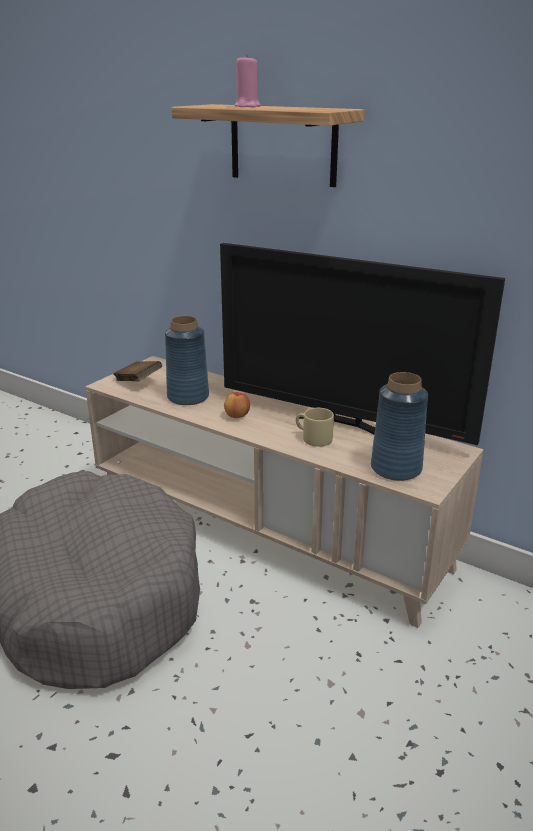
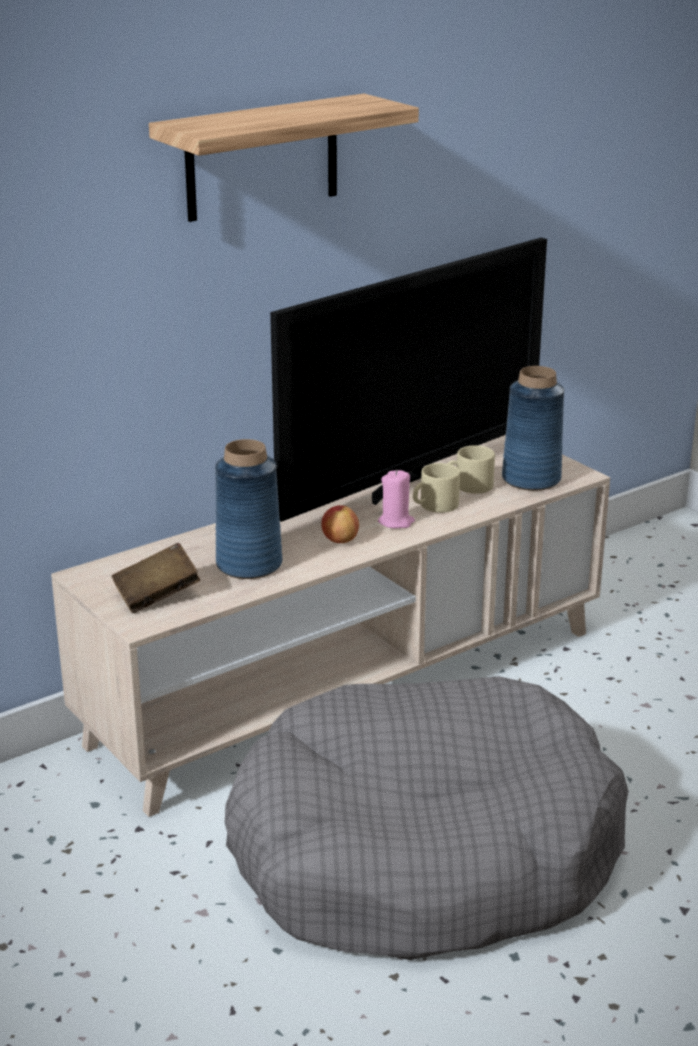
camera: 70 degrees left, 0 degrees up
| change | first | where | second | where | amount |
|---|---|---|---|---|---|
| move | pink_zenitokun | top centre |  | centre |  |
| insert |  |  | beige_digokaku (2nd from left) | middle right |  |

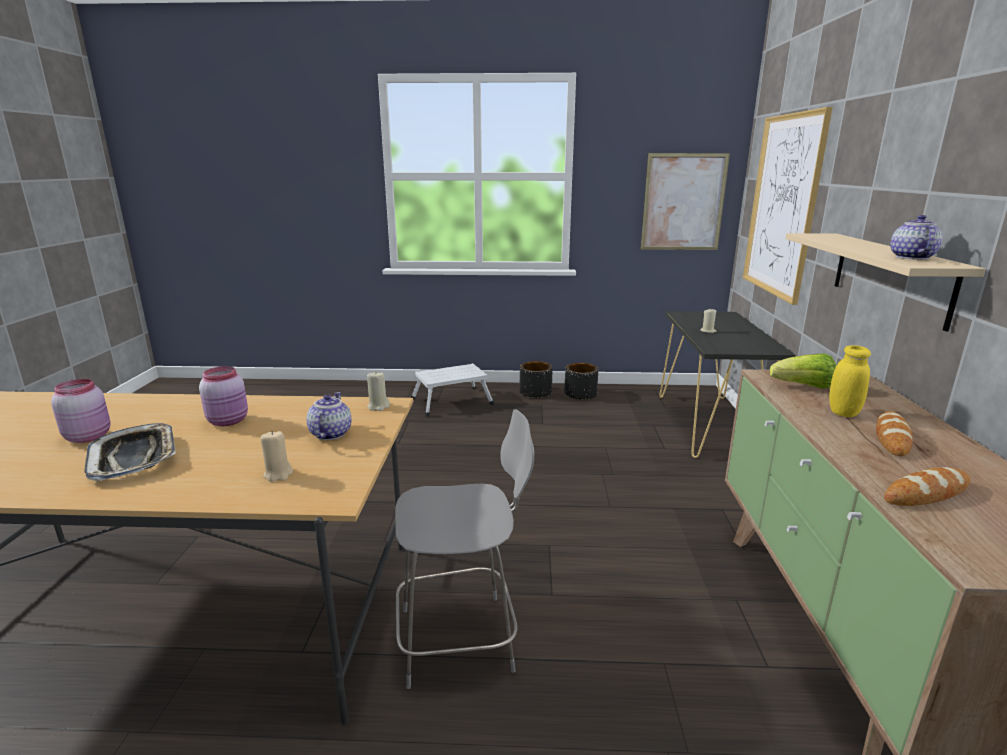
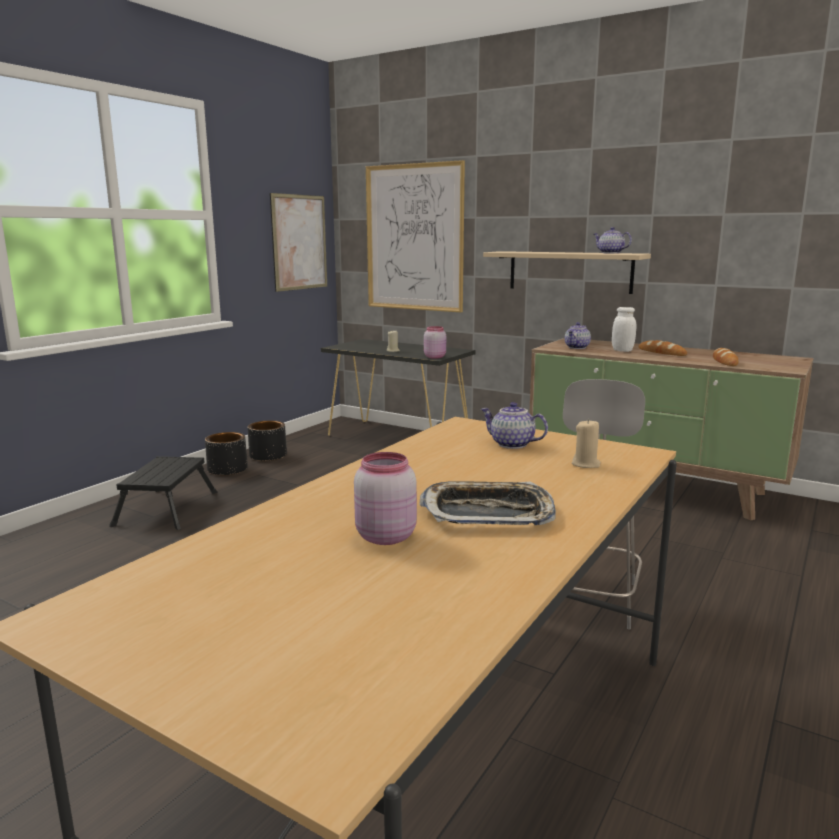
camera: 60 degrees left, 5 degrees down
| change | first | where | second | where | amount |
|---|---|---|---|---|---|
| recolor | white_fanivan | centre | black_fanivan | middle left |  |
| move | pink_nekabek (2nd from left) | middle left |  | centre |  |
| replace | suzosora | middle right | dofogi (2nd from left) | middle right |  |
| recolor | yellow_nekabek | middle right | white_nekabek | middle right |  |
| delete | beige_zenitokun (2nd from left) | centre |  |  |  |

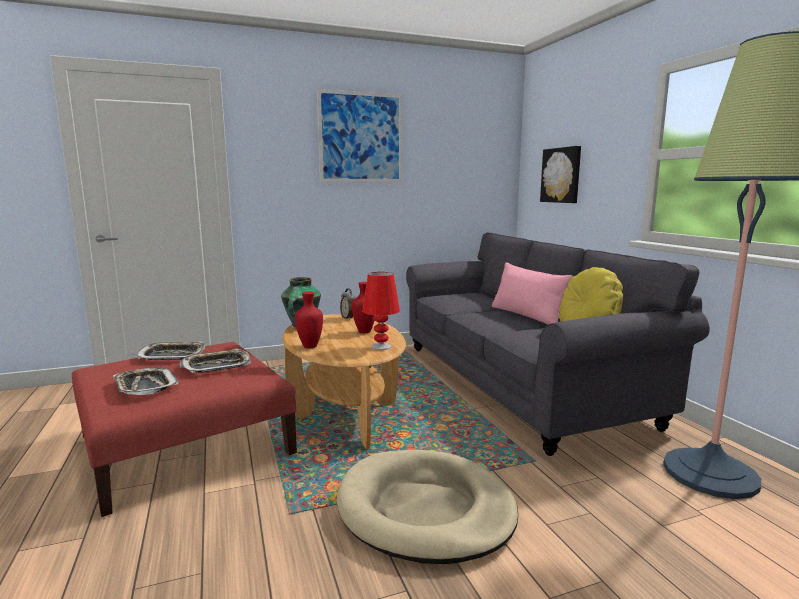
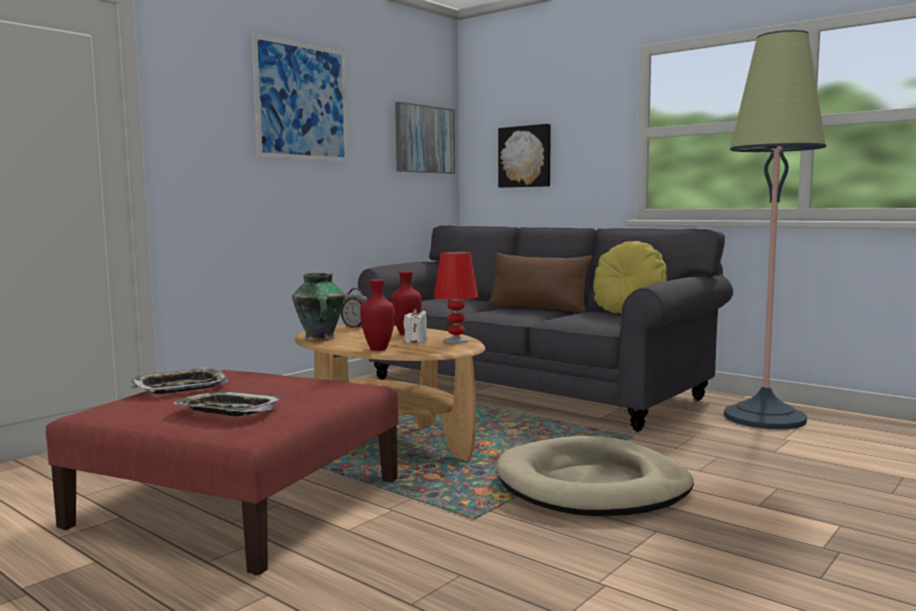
camera: 30 degrees left, 5 degrees down
| change | first | where | second | where | amount |
|---|---|---|---|---|---|
| insert |  |  | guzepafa (2nd from left) | top centre |  |
| insert |  |  | white_zenitokun | centre |  |
| recolor | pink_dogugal | centre | brown_dogugal | centre |  |
| delete | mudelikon (3rd from left) | middle left |  |  |  |

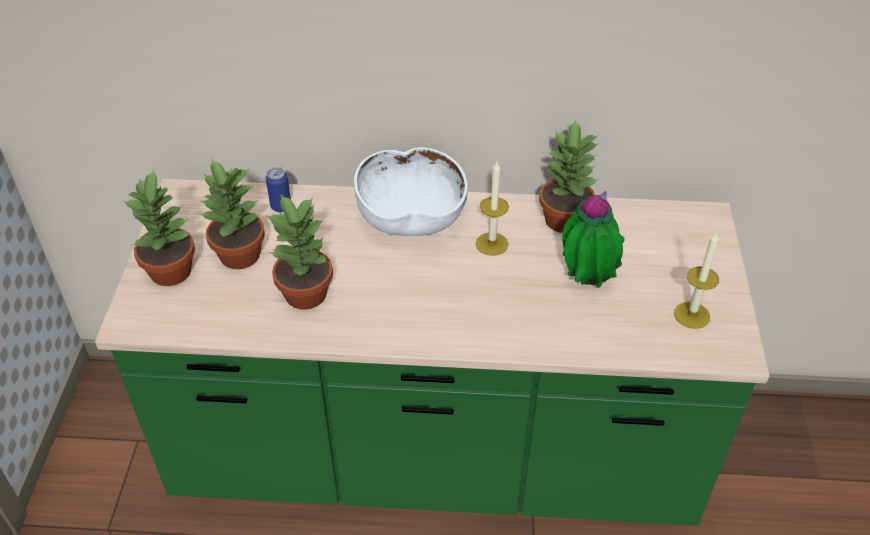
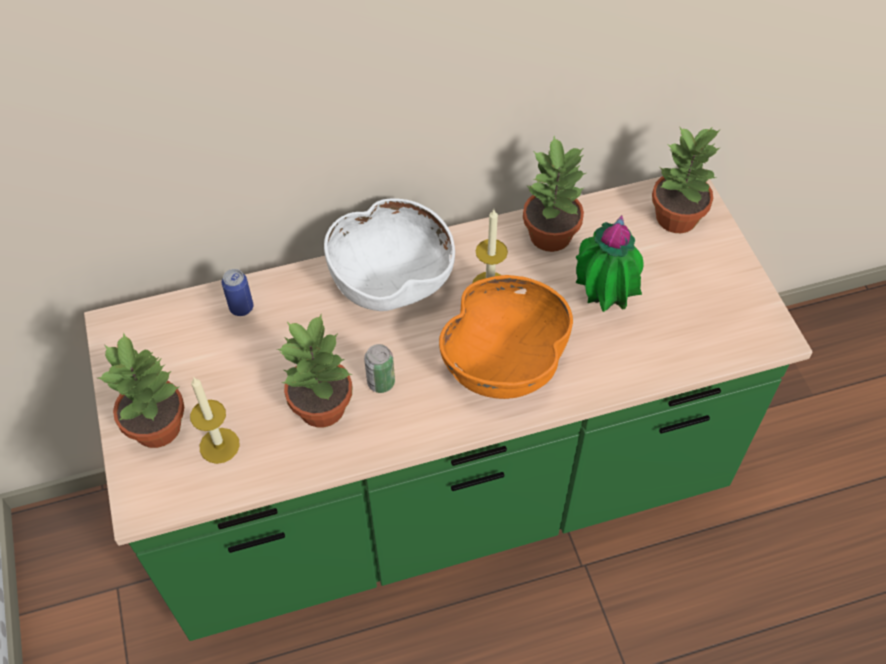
camera: 20 degrees left, 10 degrees up
| change | first | where | second | where | amount |
|---|---|---|---|---|---|
| move | zenitokun (2nd from left in the first image) | middle right | zenitokun (1st from left) | middle left |  |
| insert |  |  | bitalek (2nd from left) | centre |  |
| insert |  |  | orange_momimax | centre |  |
| move | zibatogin (2nd from left in the first image) | middle left | zibatogin (5th from left) | top right |  |

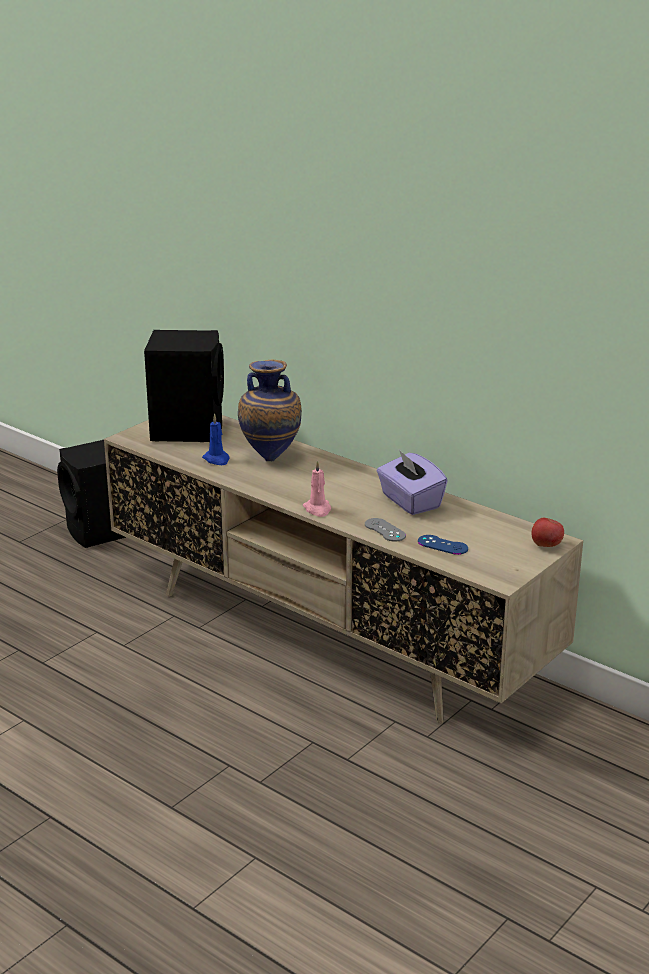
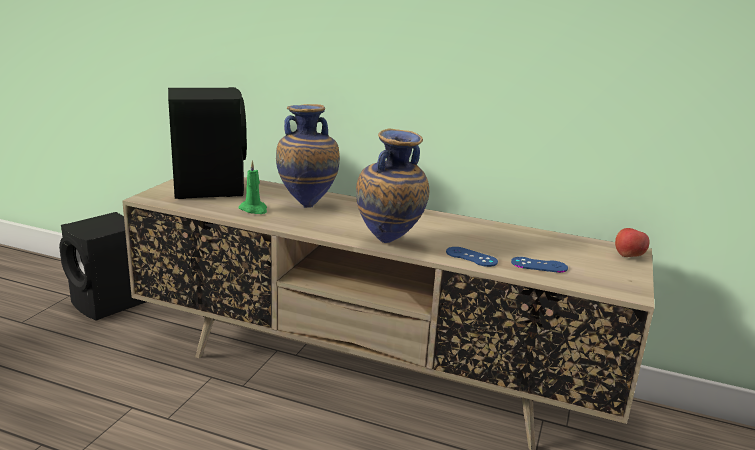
camera: 20 degrees left, 5 degrees down
| change | first | where | second | where | amount |
|---|---|---|---|---|---|
| recolor | blue_zenitokun | middle left | green_zenitokun | centre |  |
| replace | pink_zenitokun | centre | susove (2nd from left) | centre |  |
| recolor | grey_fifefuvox | centre | blue_fifefuvox (1st from left) | centre |  |
| delete | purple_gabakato | centre |  |  |  |

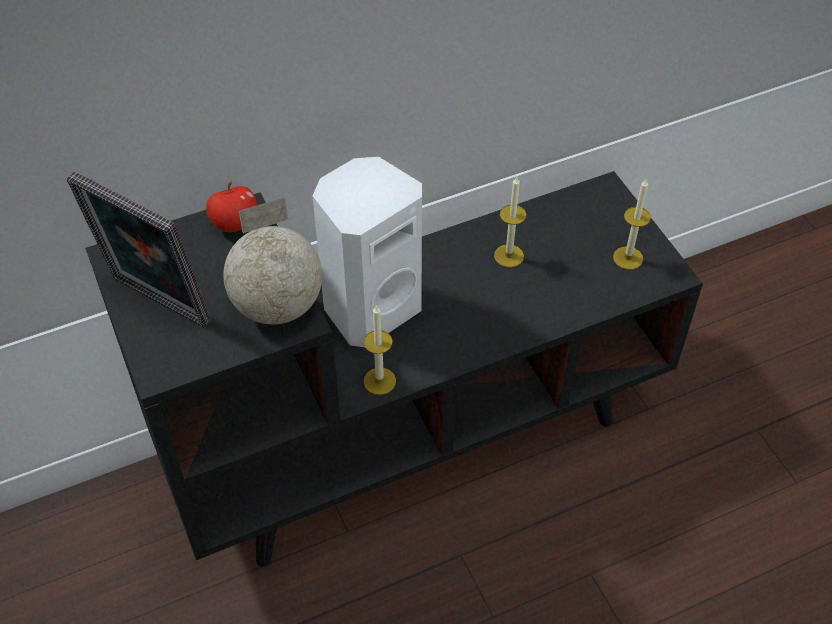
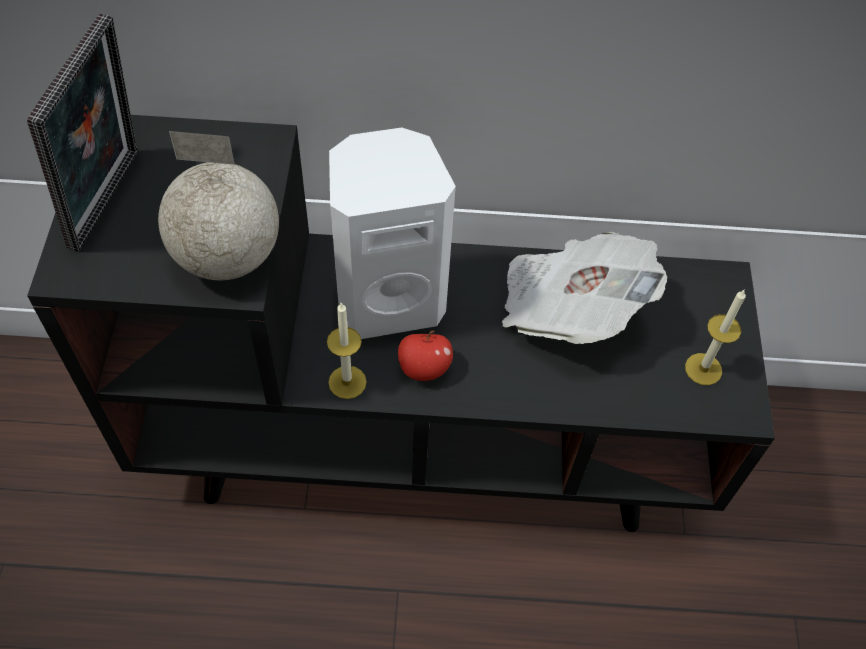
camera: 25 degrees right, 5 degrees up
| change | first | where | second | where | amount |
|---|---|---|---|---|---|
| rotate | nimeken | middle left |  | top left | 135 degrees counterclockwise |
| move | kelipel | top left |  | centre |  |
| replace | zenitokun (2nd from left) | centre | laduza | middle right |  |

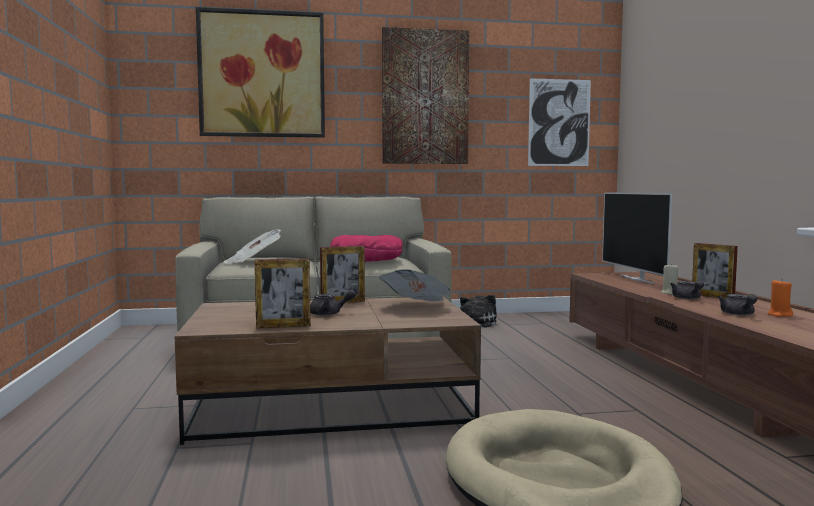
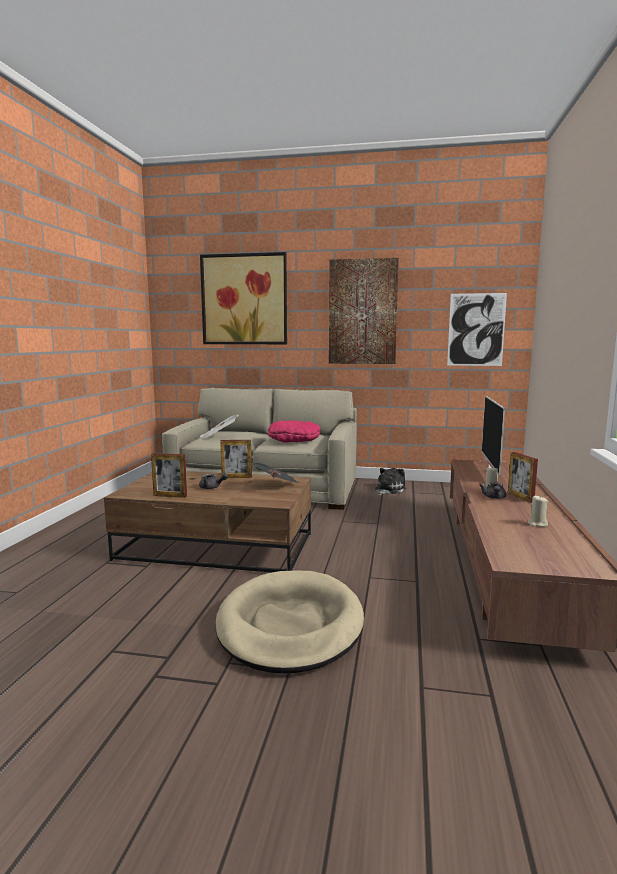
camera: 20 degrees right, 5 degrees up
| change | first | where | second | where | amount |
|---|---|---|---|---|---|
| recolor | orange_zenitokun | middle right | beige_zenitokun (2nd from left) | middle right |  |
| delete | grey_dofogi (3rd from left) | middle right |  |  |  |

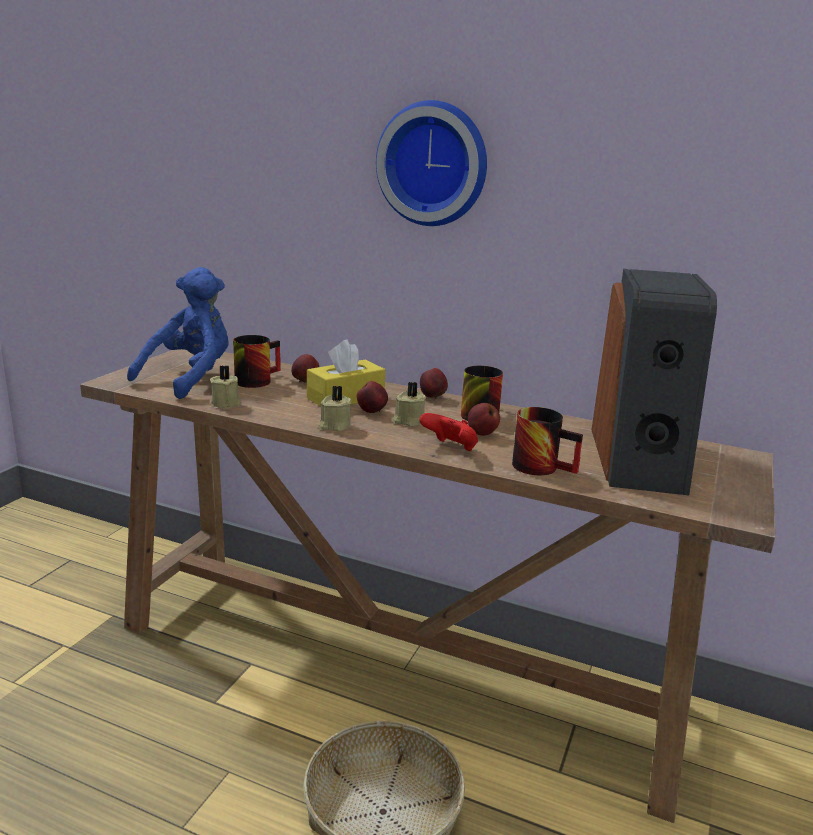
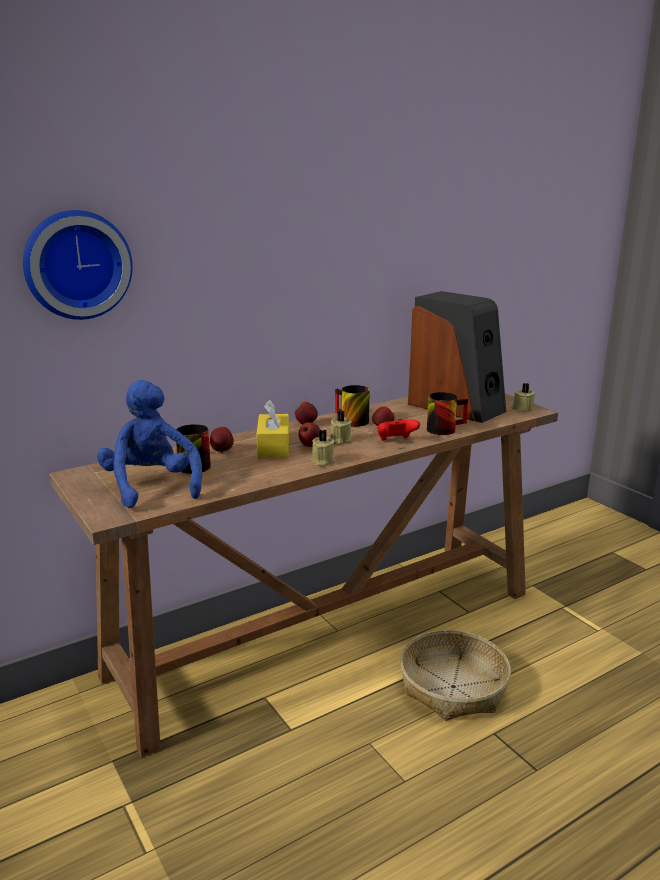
camera: 55 degrees left, 0 degrees up
| change | first | where | second | where | amount |
|---|---|---|---|---|---|
| move | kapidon | top centre |  | top left |  |
| move | beige_zenitokun (1st from left in the first image) | middle left | beige_zenitokun (3rd from left) | middle right |  |

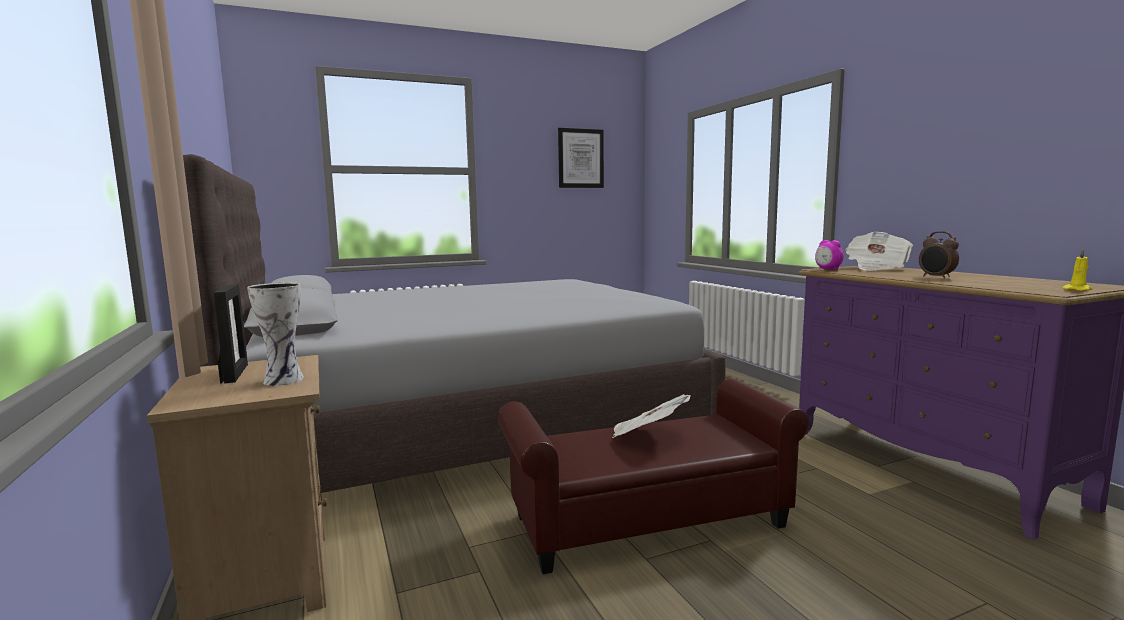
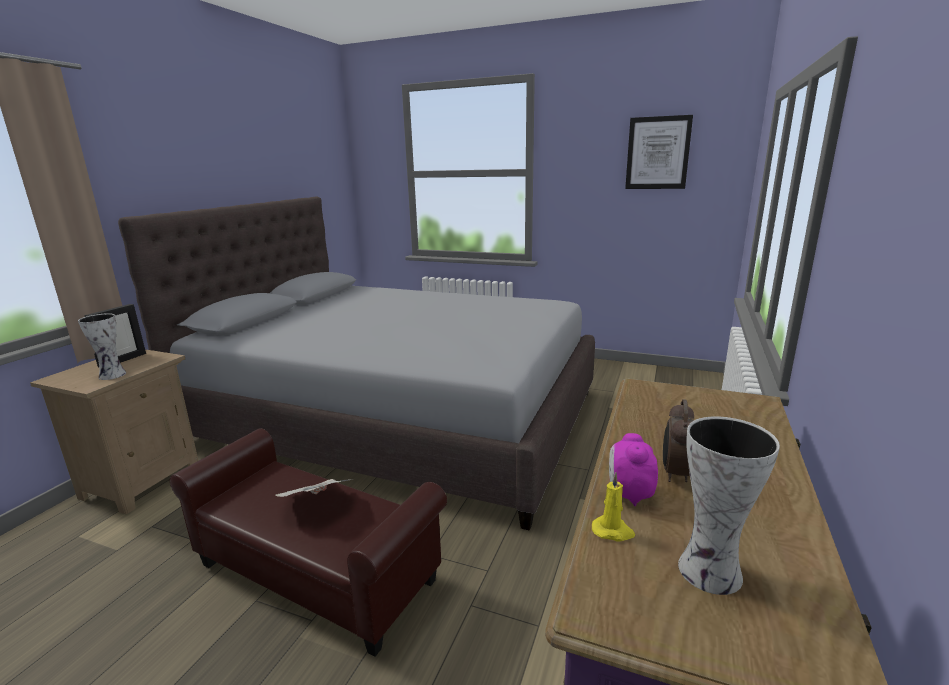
camera: 45 degrees right, 10 degrees up
| change | first | where | second | where | amount |
|---|---|---|---|---|---|
| move | yellow_zenitokun | middle right |  | bottom centre |  |
| move | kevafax (1st from left) | middle right |  | bottom right |  |
| insert |  |  | susove (2nd from left) | bottom right |  |
| delete | laduza (2nd from left) | middle right |  |  |  |

